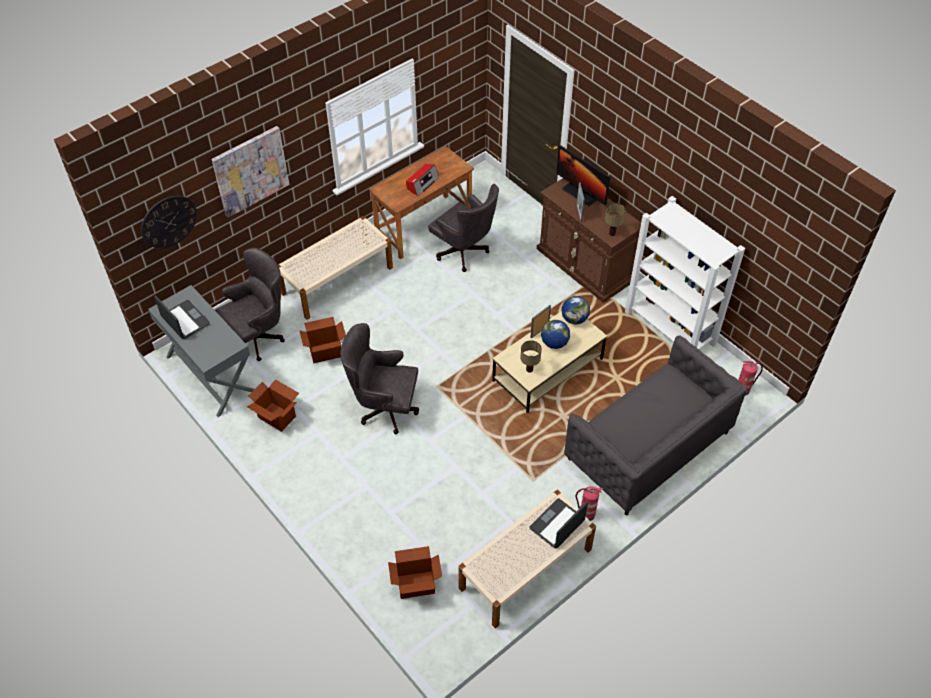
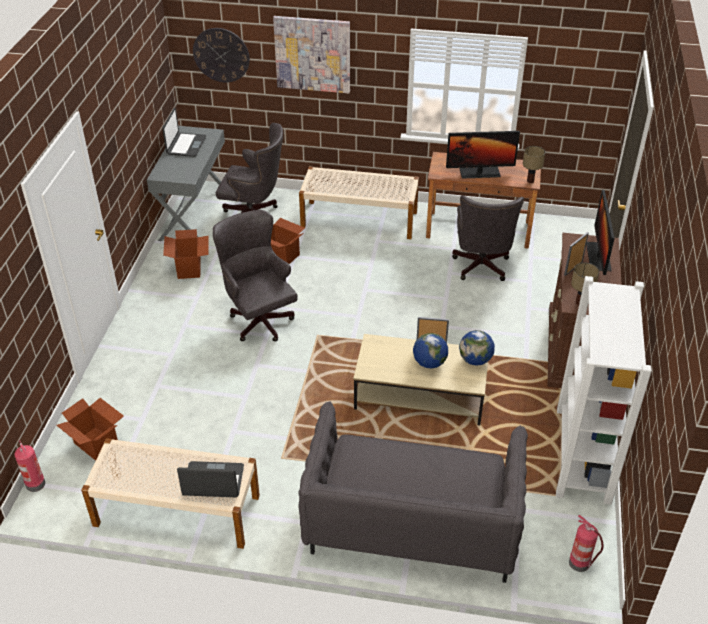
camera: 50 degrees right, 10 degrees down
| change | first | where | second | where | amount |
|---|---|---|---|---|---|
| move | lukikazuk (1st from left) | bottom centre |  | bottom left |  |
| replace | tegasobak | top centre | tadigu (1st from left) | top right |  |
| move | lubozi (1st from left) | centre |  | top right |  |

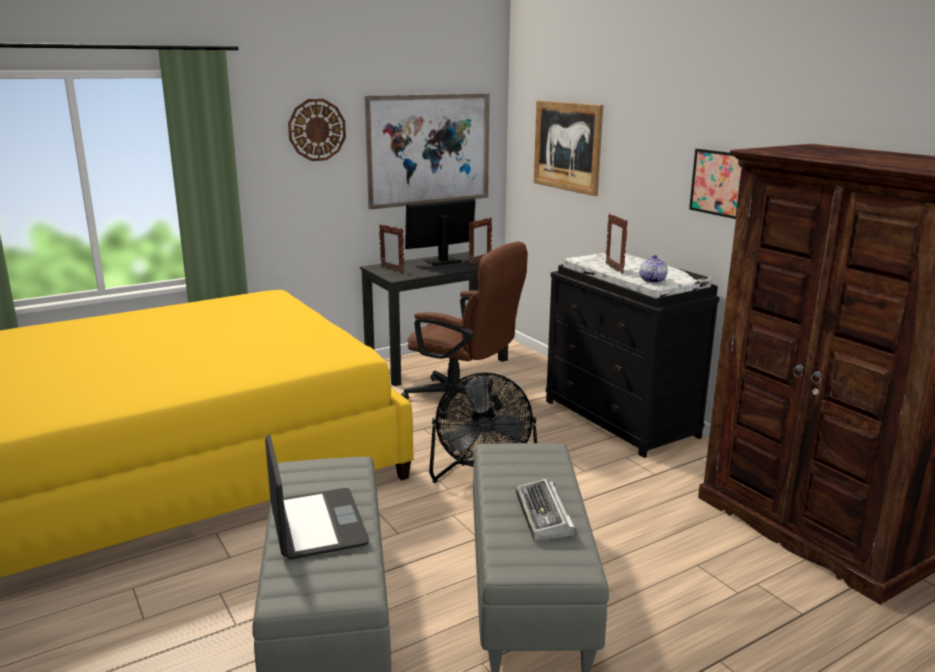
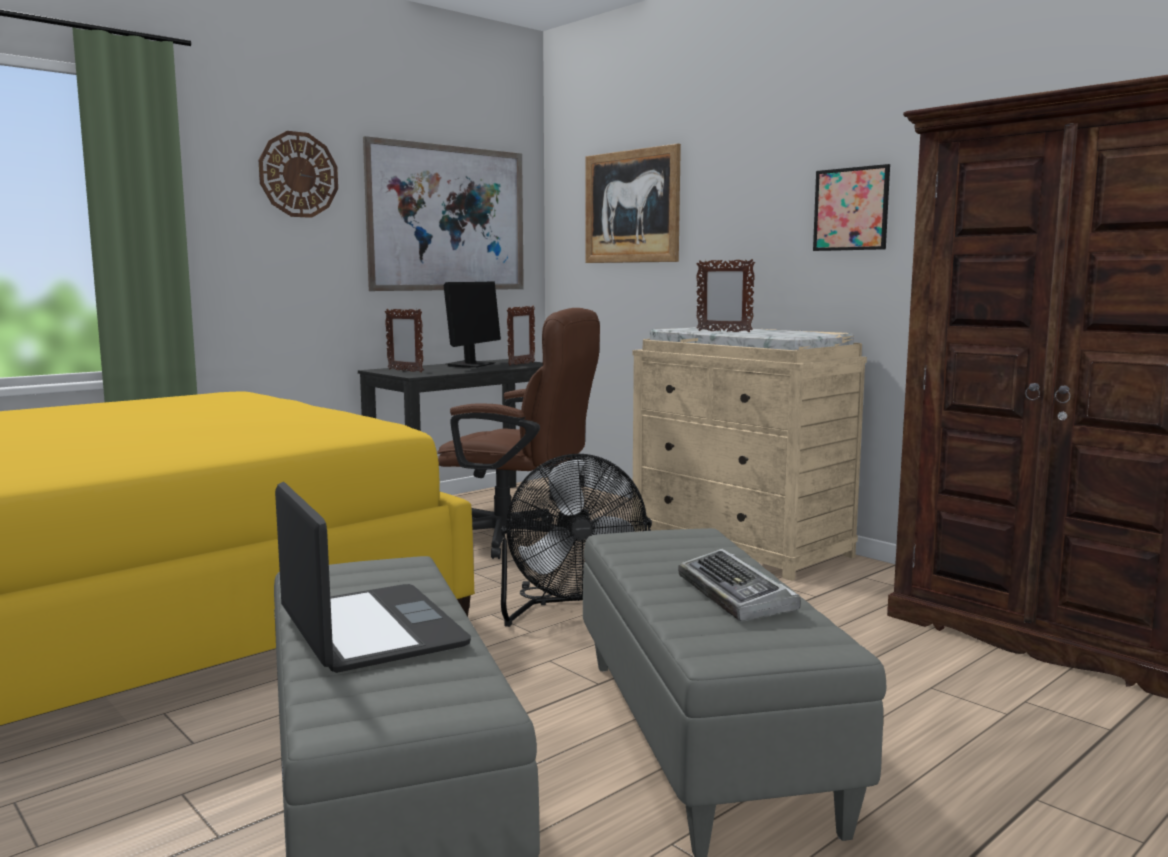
camera: 10 degrees left, 10 degrees down
| change | first | where | second | where | amount |
|---|---|---|---|---|---|
| rotate | tadigu | centre |  | centre | 150 degrees clockwise |
| recolor | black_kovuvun | middle right | beige_kovuvun | centre |  |
| rotate | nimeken (3rd from left) | centre |  | centre | 45 degrees counterclockwise |
| delete | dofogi | middle right |  |  |  |

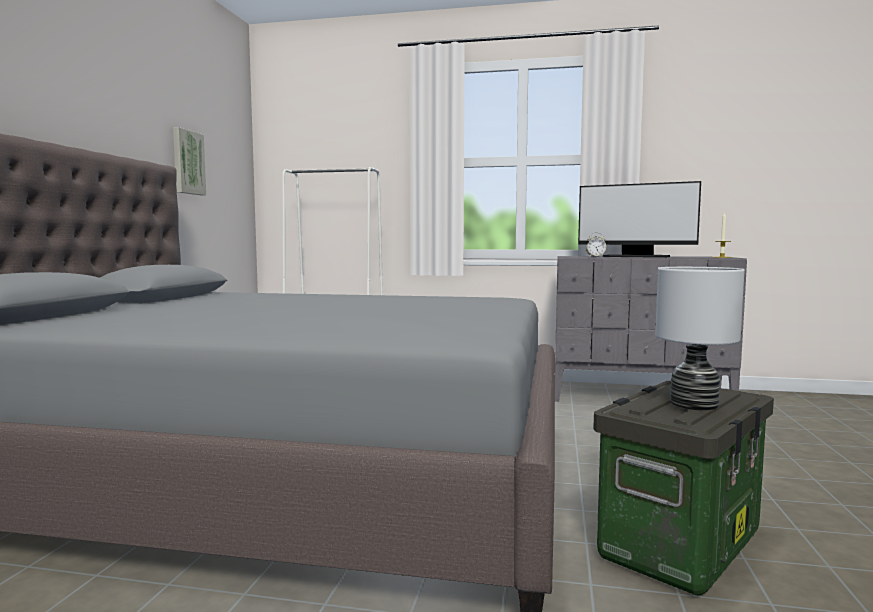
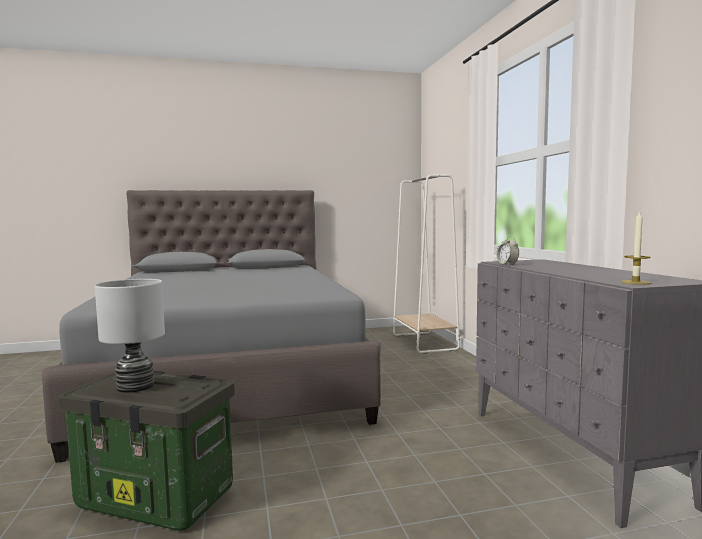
camera: 65 degrees right, 0 degrees up
| change | first | where | second | where | amount |
|---|---|---|---|---|---|
| delete | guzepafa | top left |  |  |  |
| delete | tadigu | middle right |  |  |  |

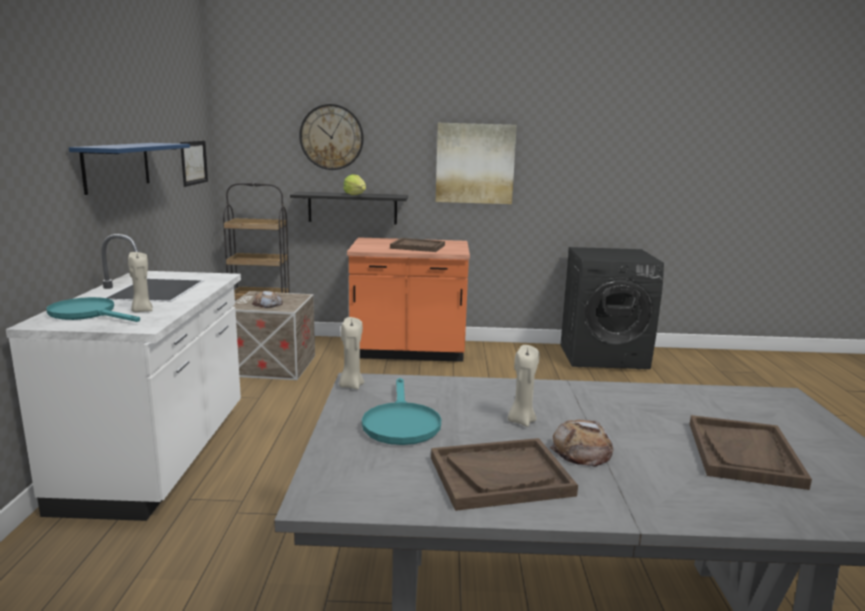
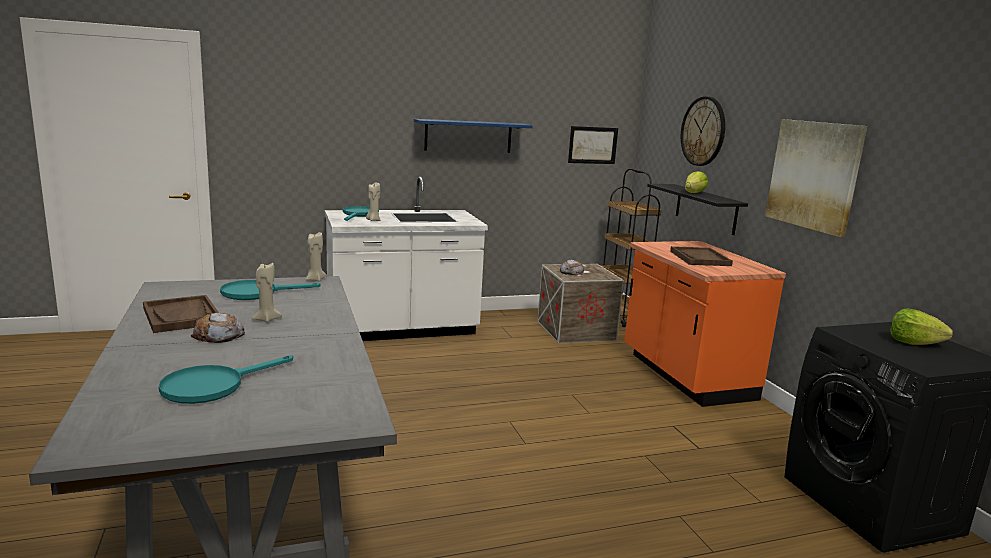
camera: 70 degrees right, 0 degrees up
| change | first | where | second | where | amount |
|---|---|---|---|---|---|
| replace | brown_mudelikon (3rd from left) | bottom right | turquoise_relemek (1st from left) | bottom left |  |
| insert |  |  | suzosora (2nd from left) | middle right |  |

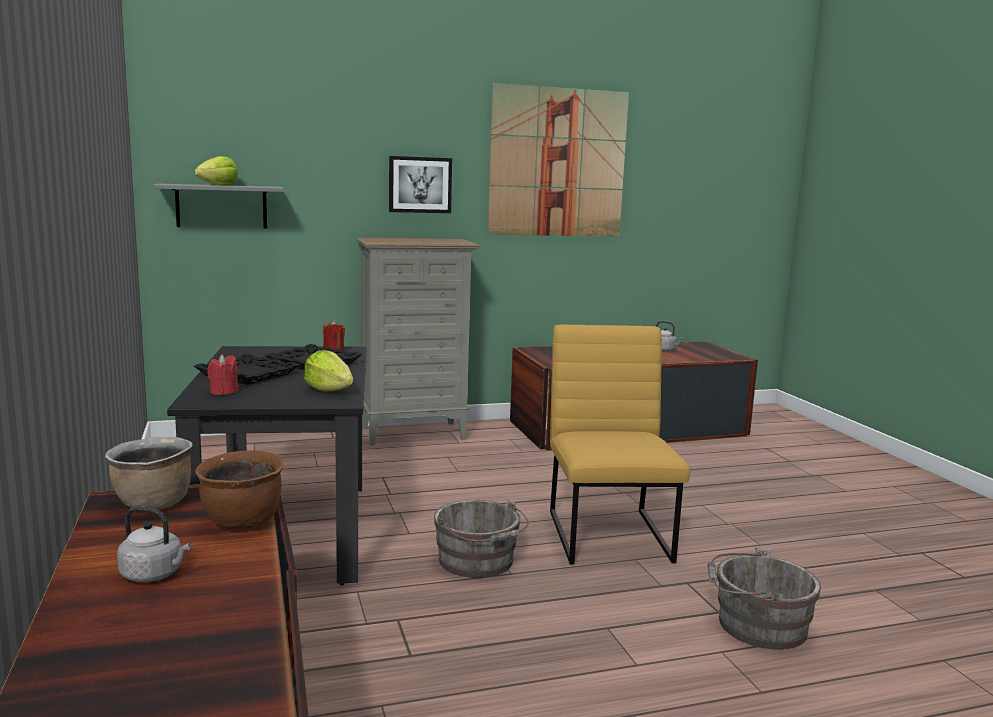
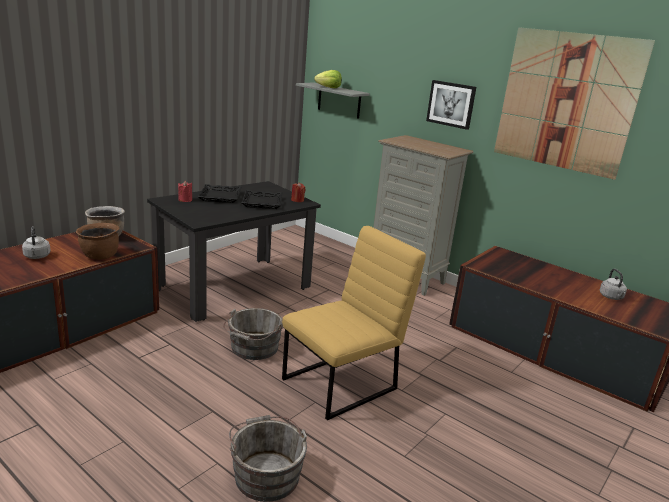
camera: 55 degrees right, 10 degrees up
| change | first | where | second | where | amount |
|---|---|---|---|---|---|
| delete | suzosora (2nd from left) | middle left |  |  |  |

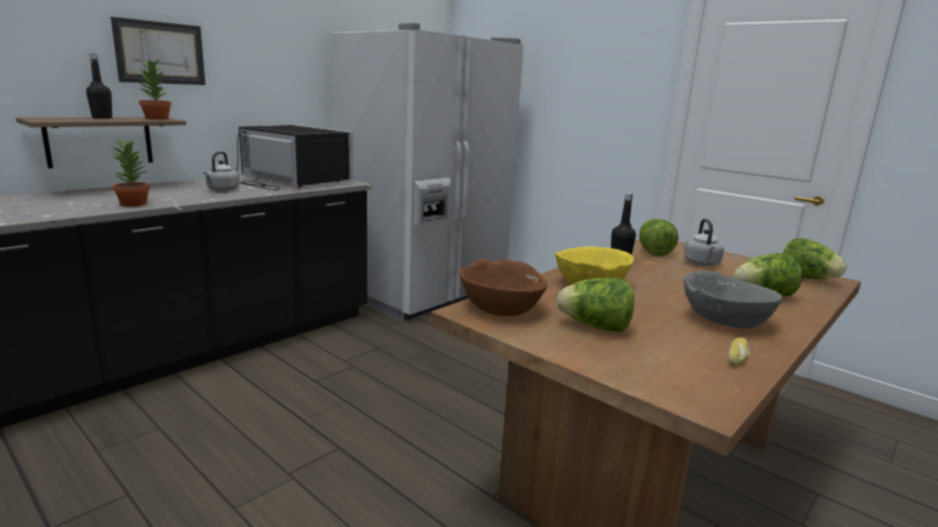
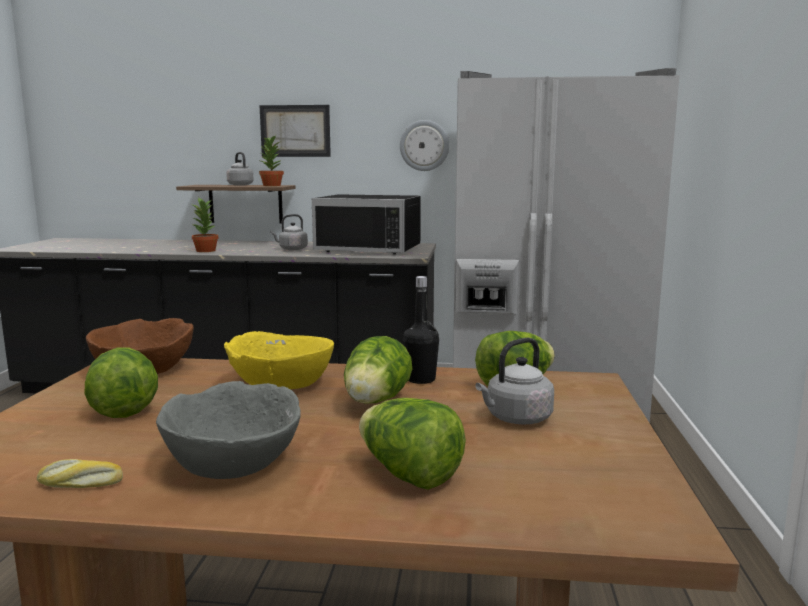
camera: 55 degrees right, 5 degrees down
| change | first | where | second | where | amount |
|---|---|---|---|---|---|
| replace | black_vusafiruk (1st from left) | top left | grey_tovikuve (1st from left) | top left |  |
| rotate | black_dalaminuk | top left |  | centre | 105 degrees clockwise |
| move | suzosora (4th from left in the first image) | middle right | suzosora (2nd from left) | centre |  |
| insert |  |  | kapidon | top centre |  |

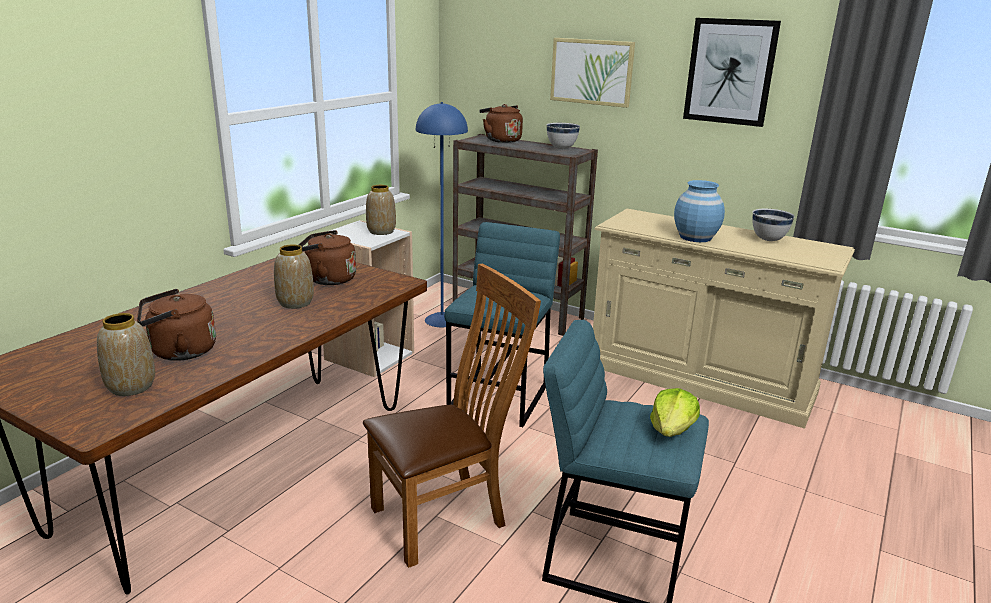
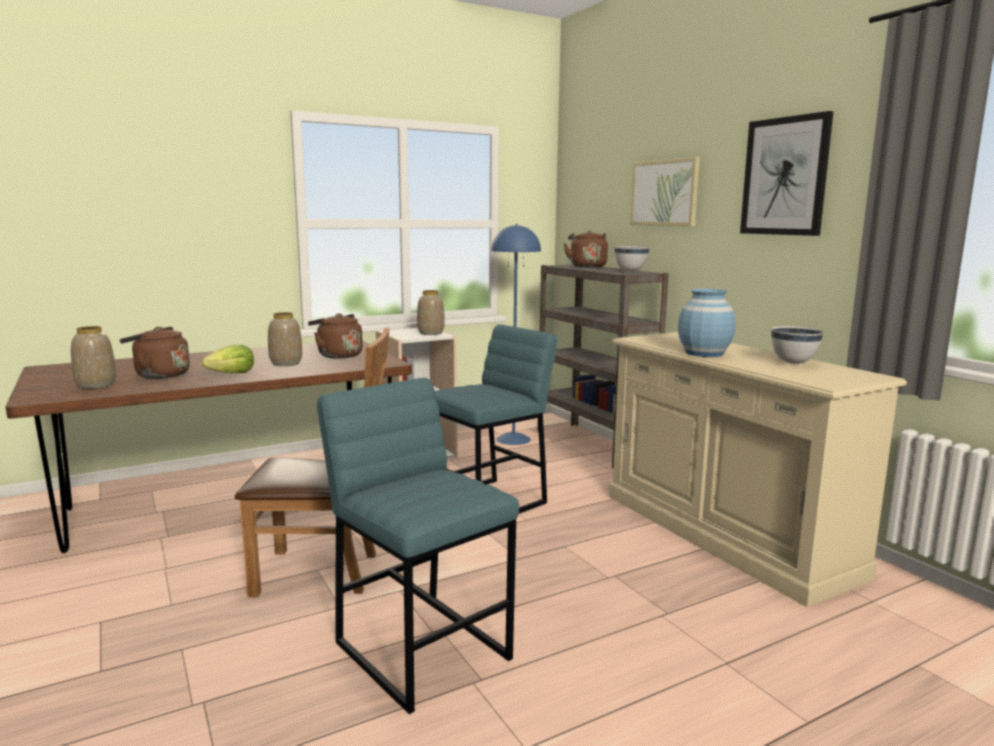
camera: 30 degrees right, 10 degrees down
| change | first | where | second | where | amount |
|---|---|---|---|---|---|
| move | suzosora | bottom right |  | middle left |  |

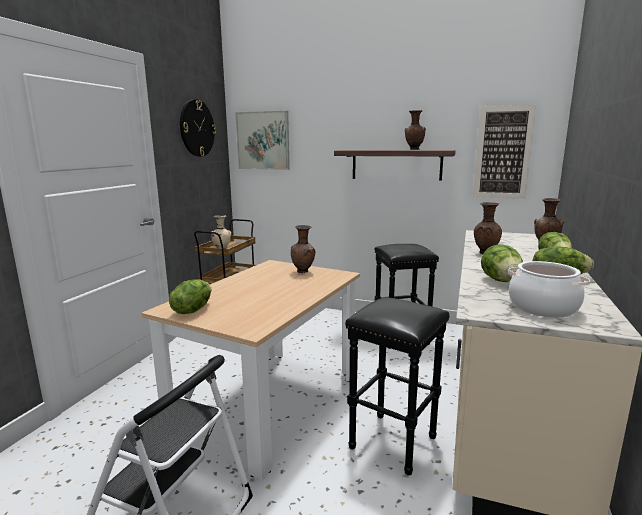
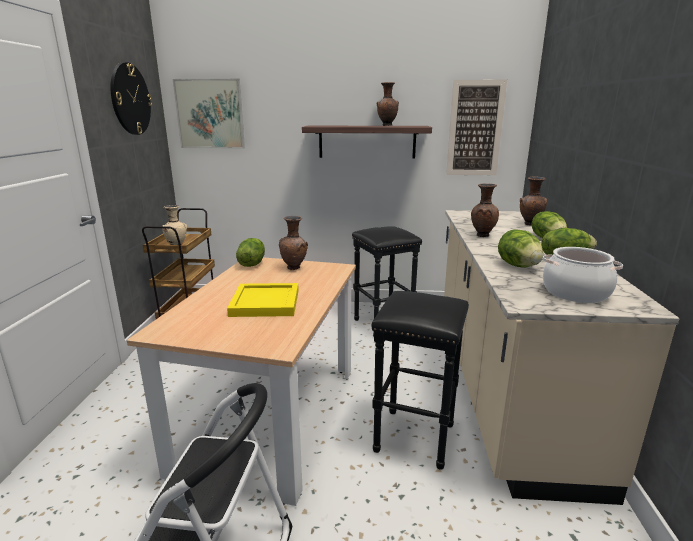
camera: 15 degrees left, 5 degrees up
| change | first | where | second | where | amount |
|---|---|---|---|---|---|
| insert |  |  | yellow_mudelikon | centre |  |
| move | suzosora (1st from left) | middle left |  | centre |  |

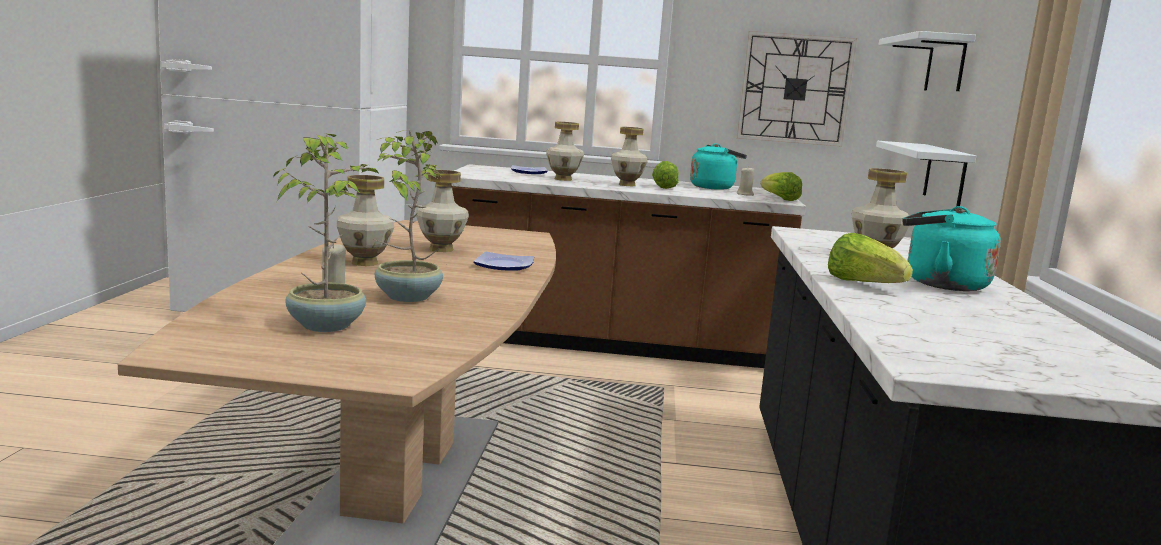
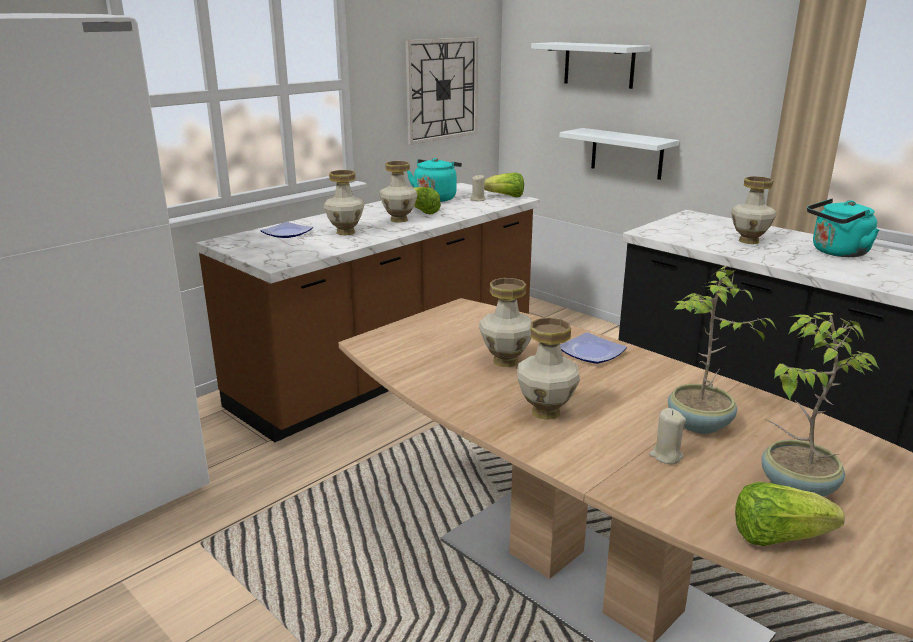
camera: 50 degrees left, 10 degrees up
| change | first | where | second | where | amount |
|---|---|---|---|---|---|
| move | suzosora (3rd from left) | middle right |  | bottom right |  |

